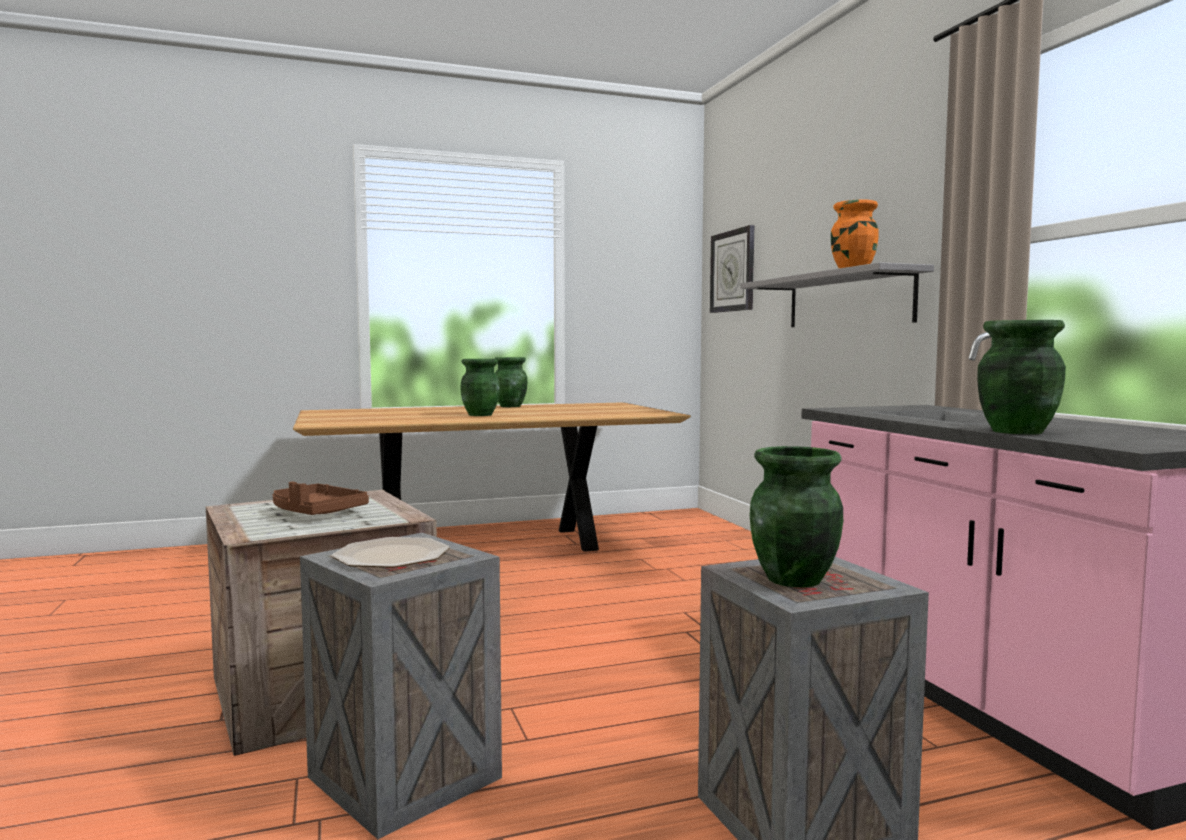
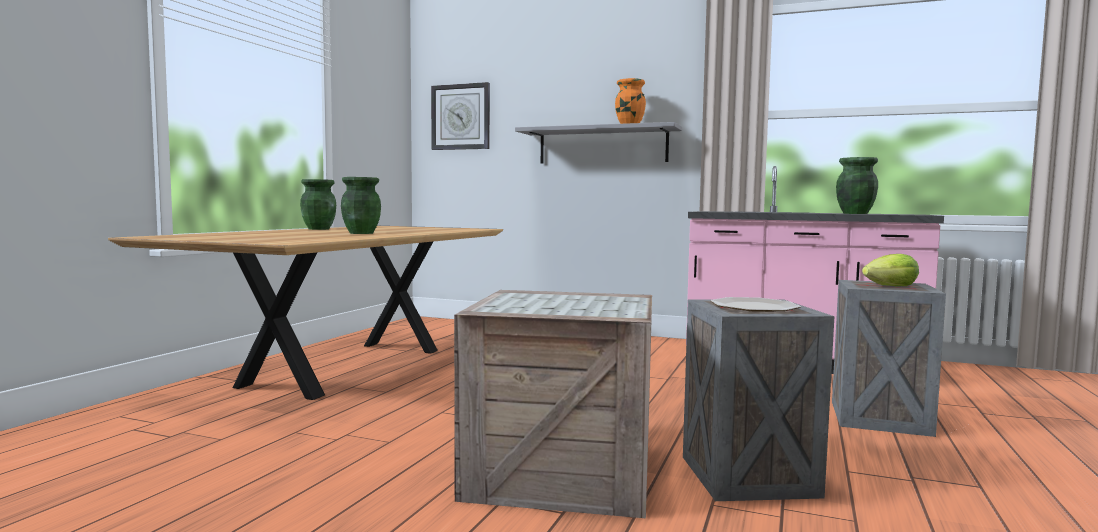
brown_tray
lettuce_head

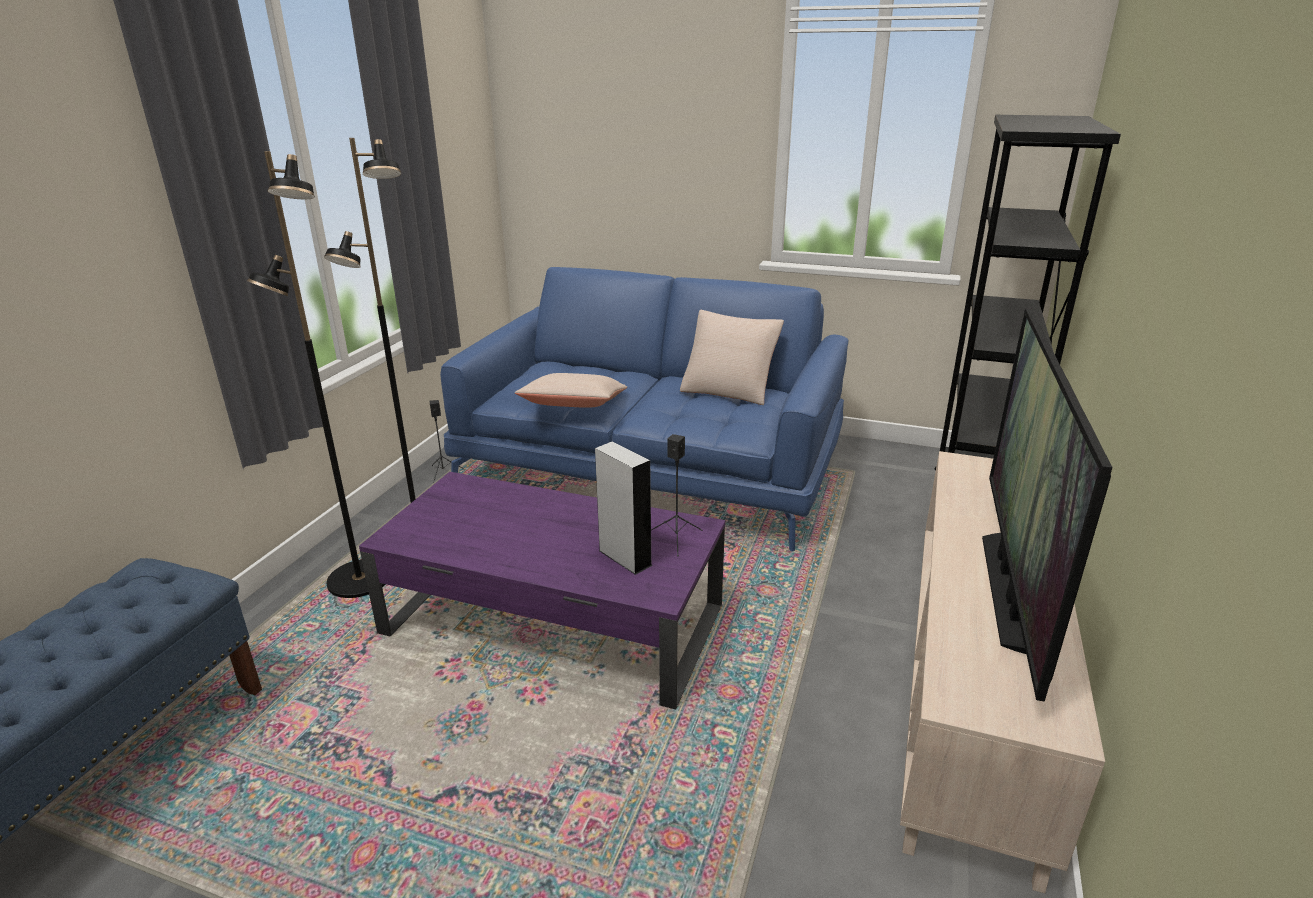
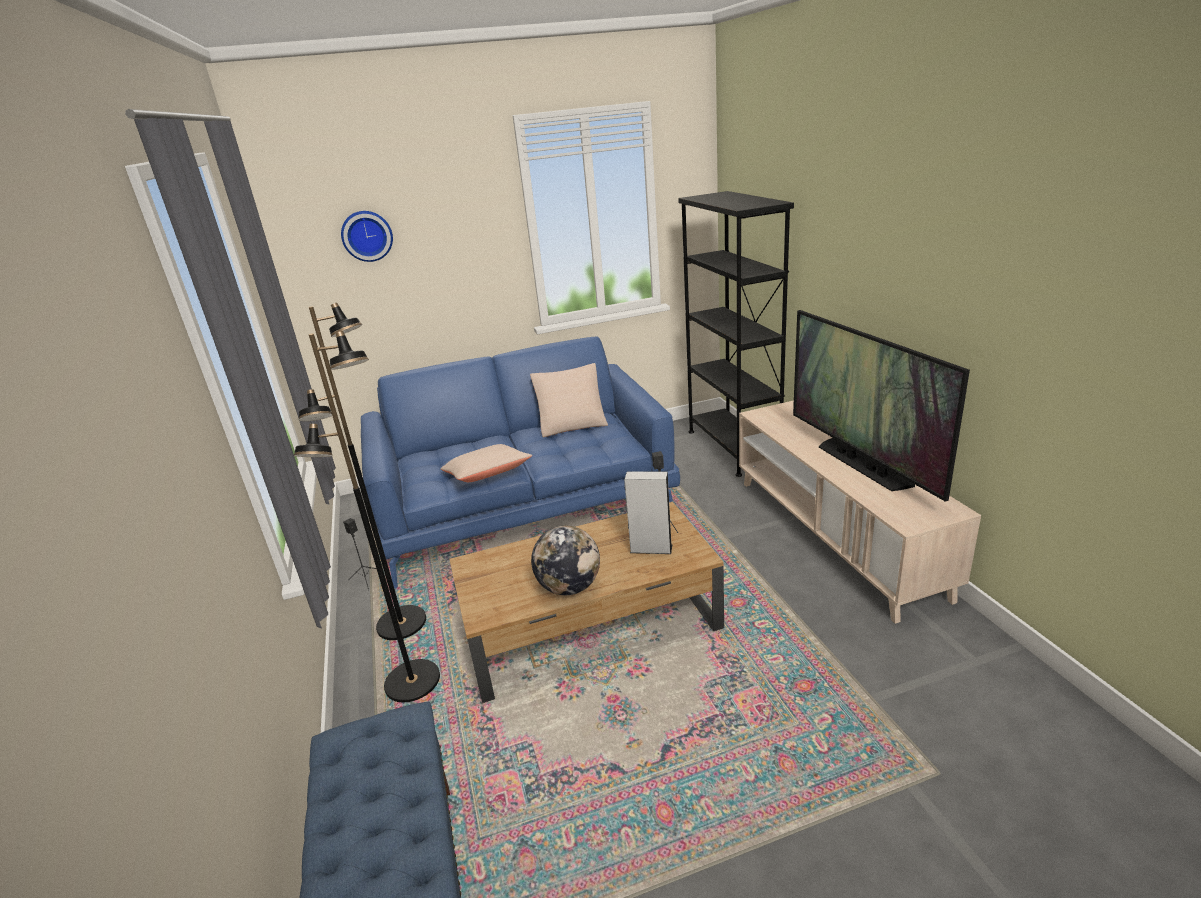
wall_clock
desk_globe
brown_lounge_table

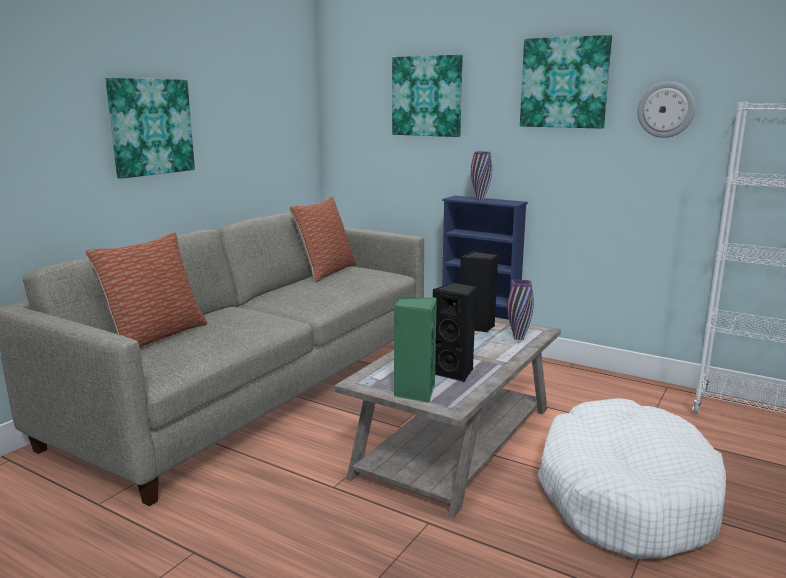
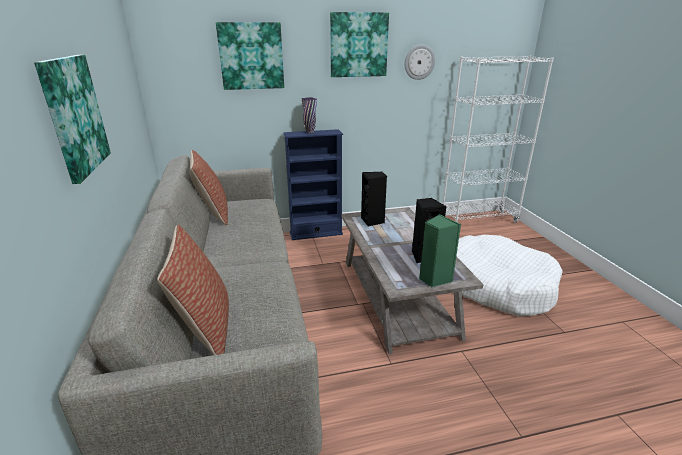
purplish_vase (2nd from left in the first image)

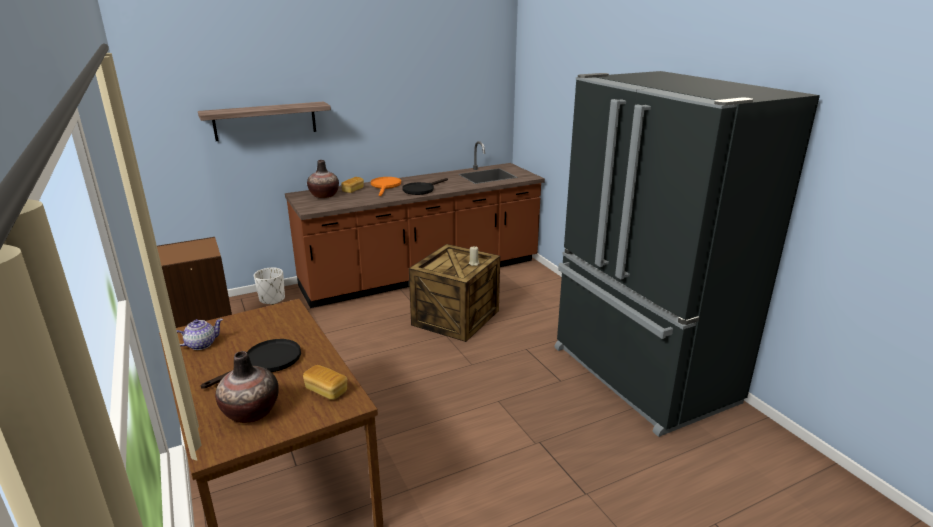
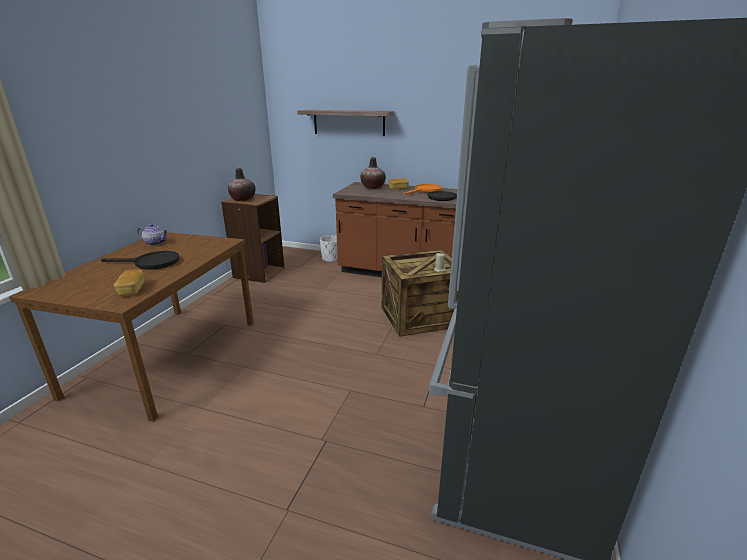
vase (1st from left)

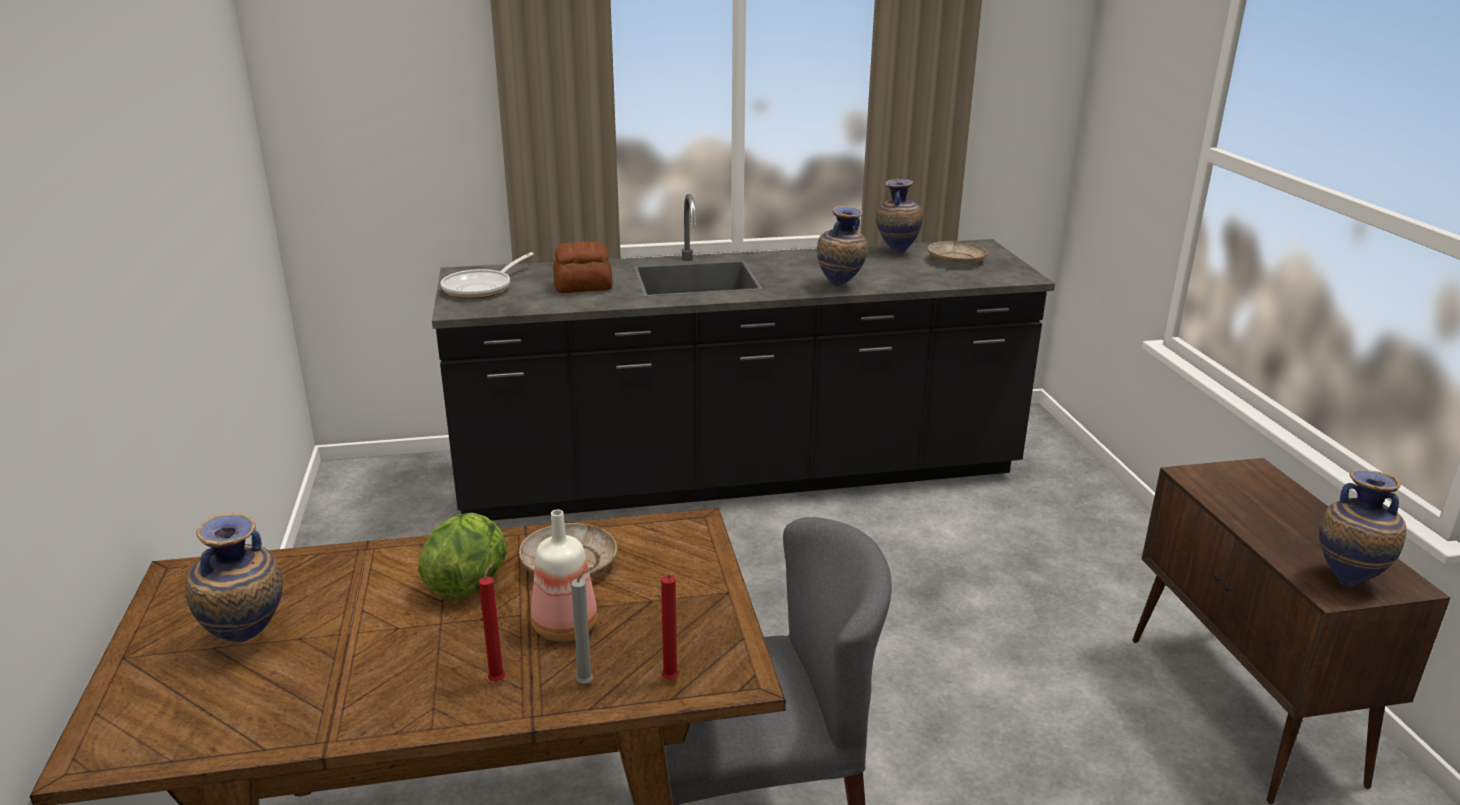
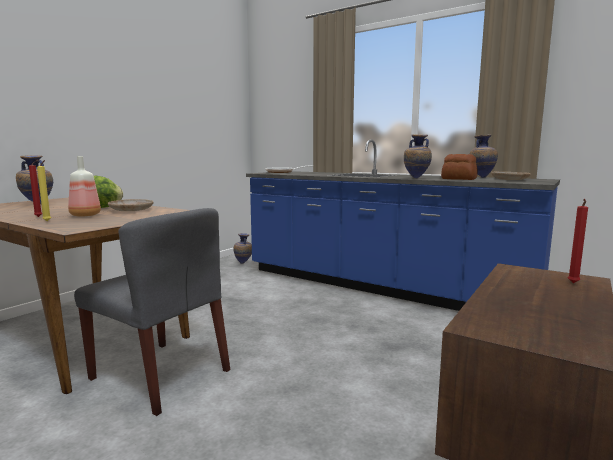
bread
red-coloured_wax_light (2nd from left)
vase (2nd from left)
bluish_kitchen_counter
yellowish_wax_light

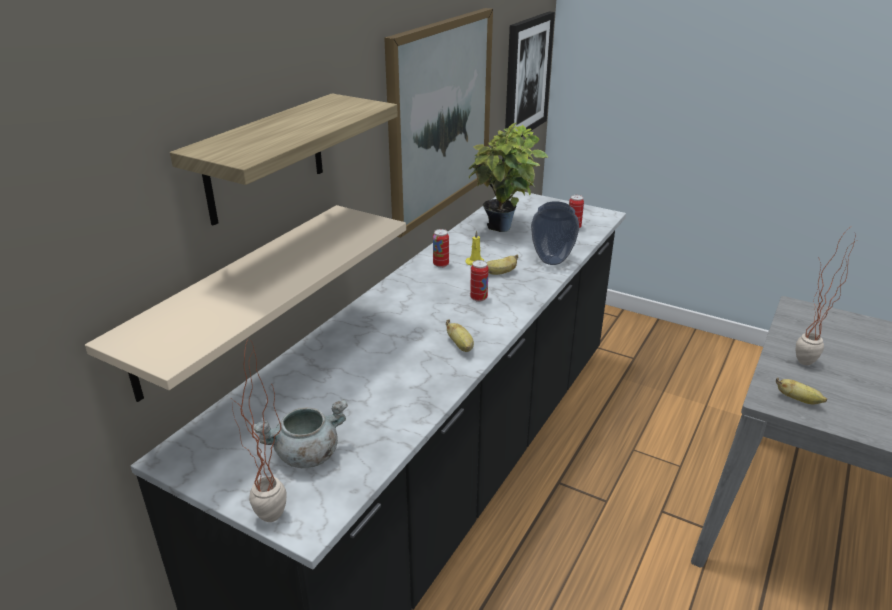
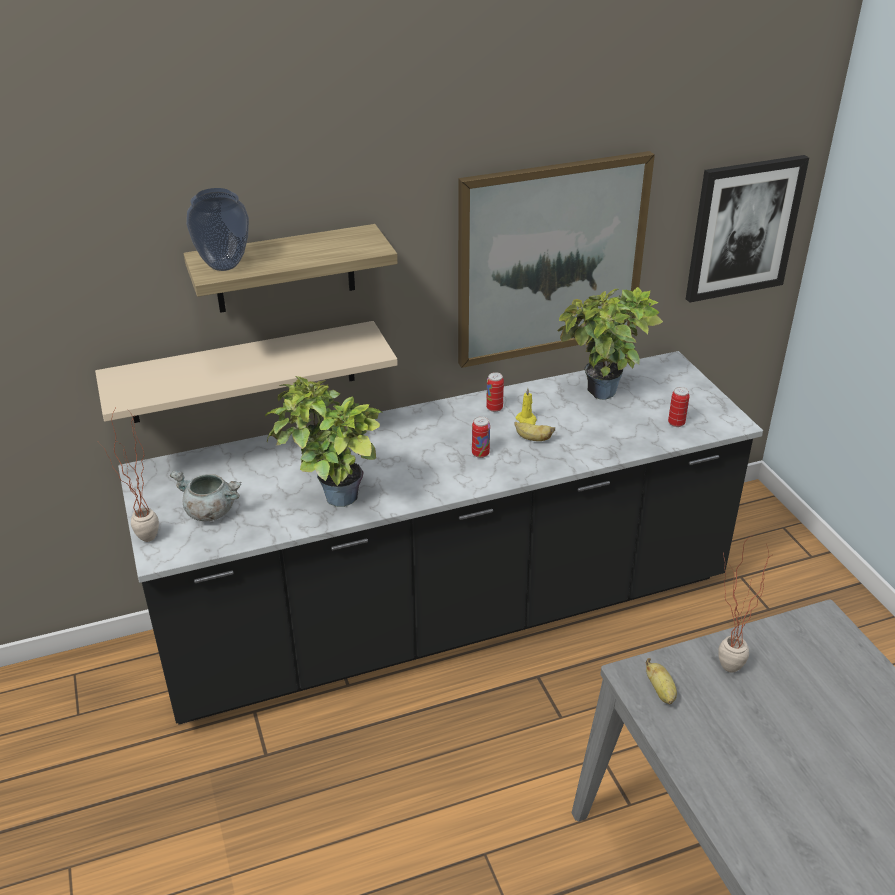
banana_fruit (1st from left in the first image)
plant_in_a_pot (2nd from left)
vase

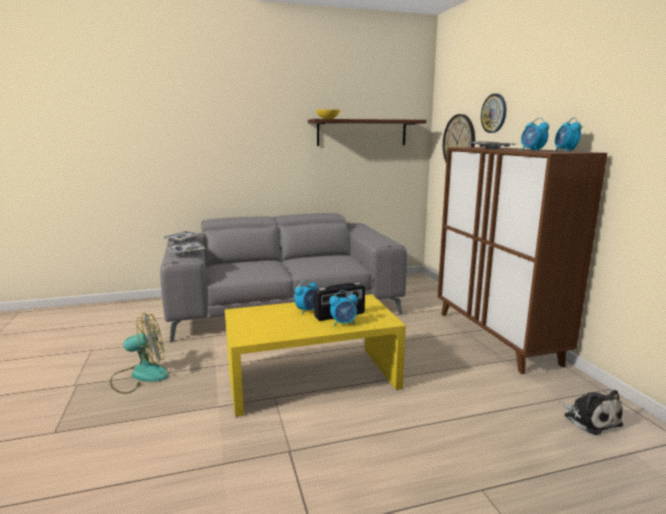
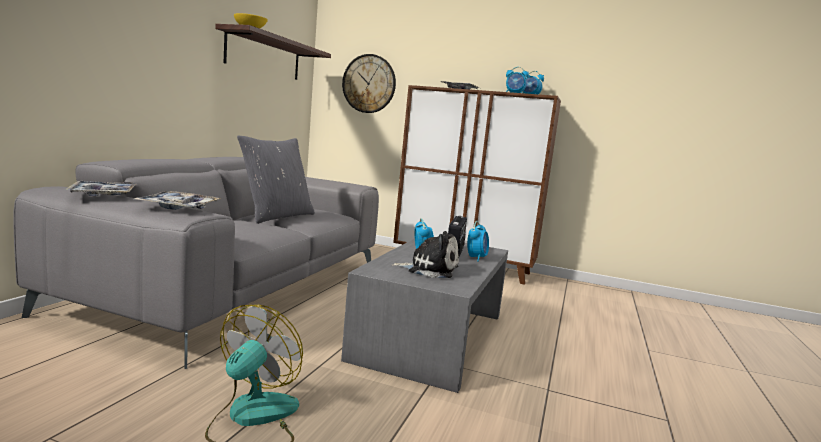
wall_clock (2nd from left in the first image)
grey_pillow
plush_toy
grey_lounge_table

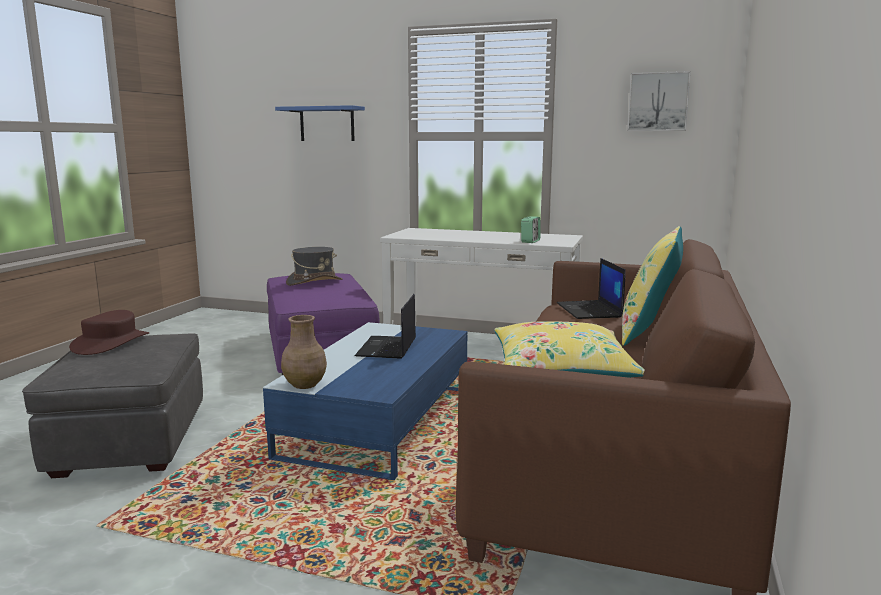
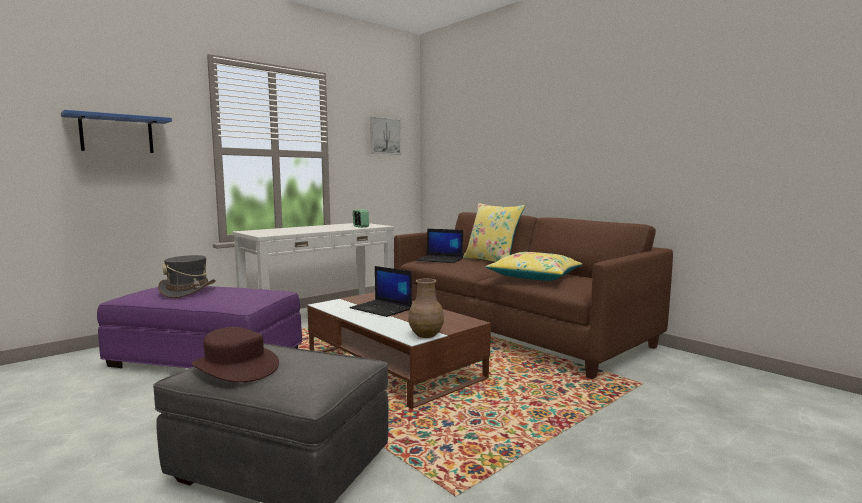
brown_lounge_table

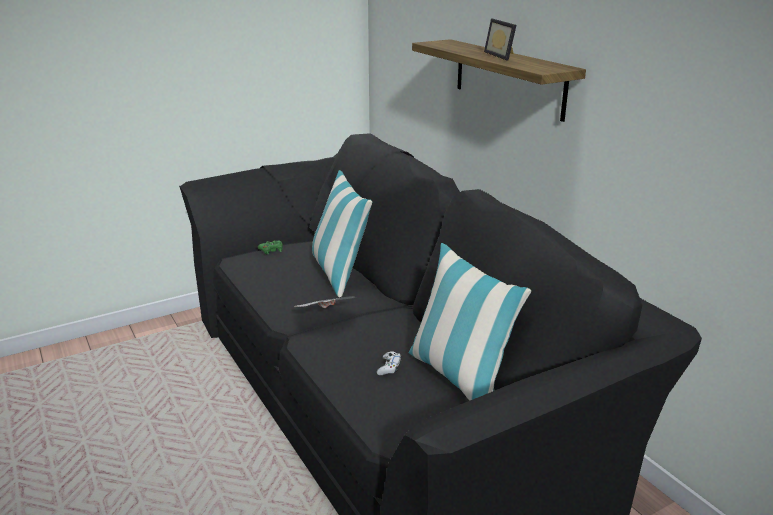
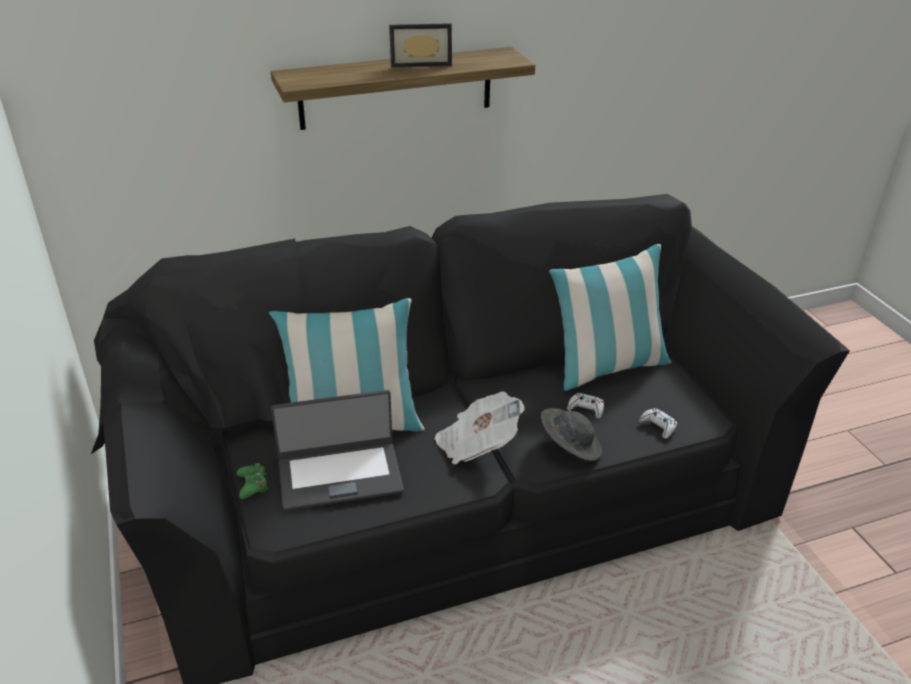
laptop
grey_wearable_hat
white_gamepad (2nd from left)

